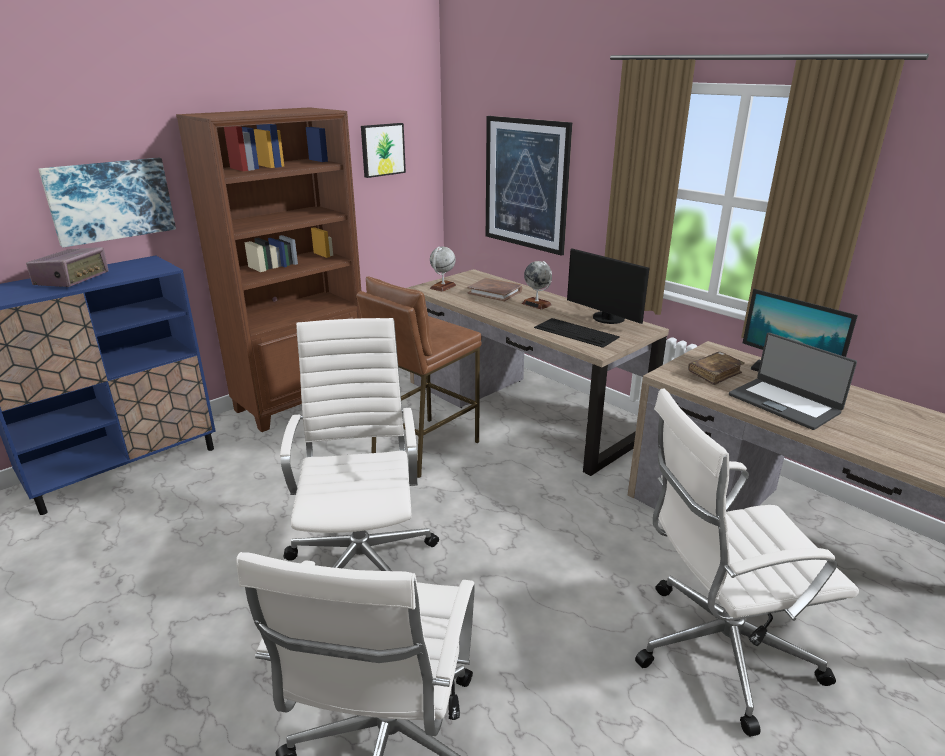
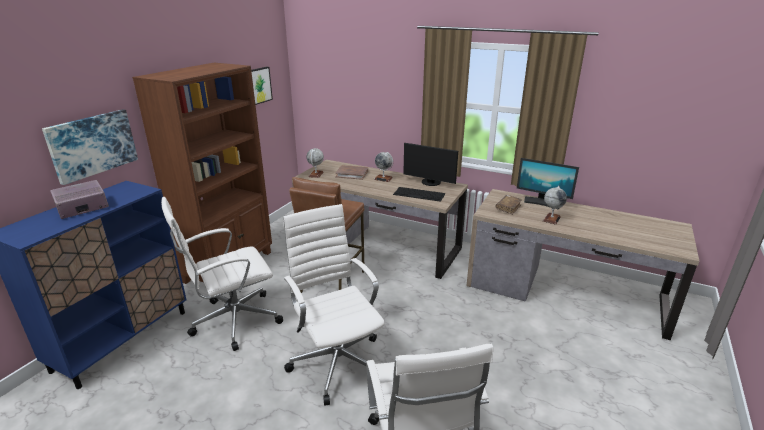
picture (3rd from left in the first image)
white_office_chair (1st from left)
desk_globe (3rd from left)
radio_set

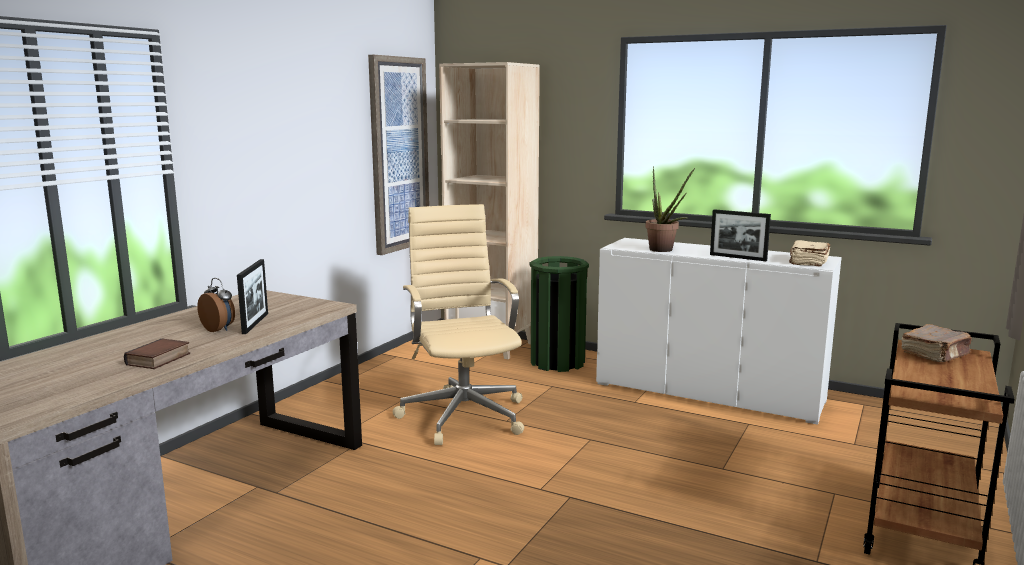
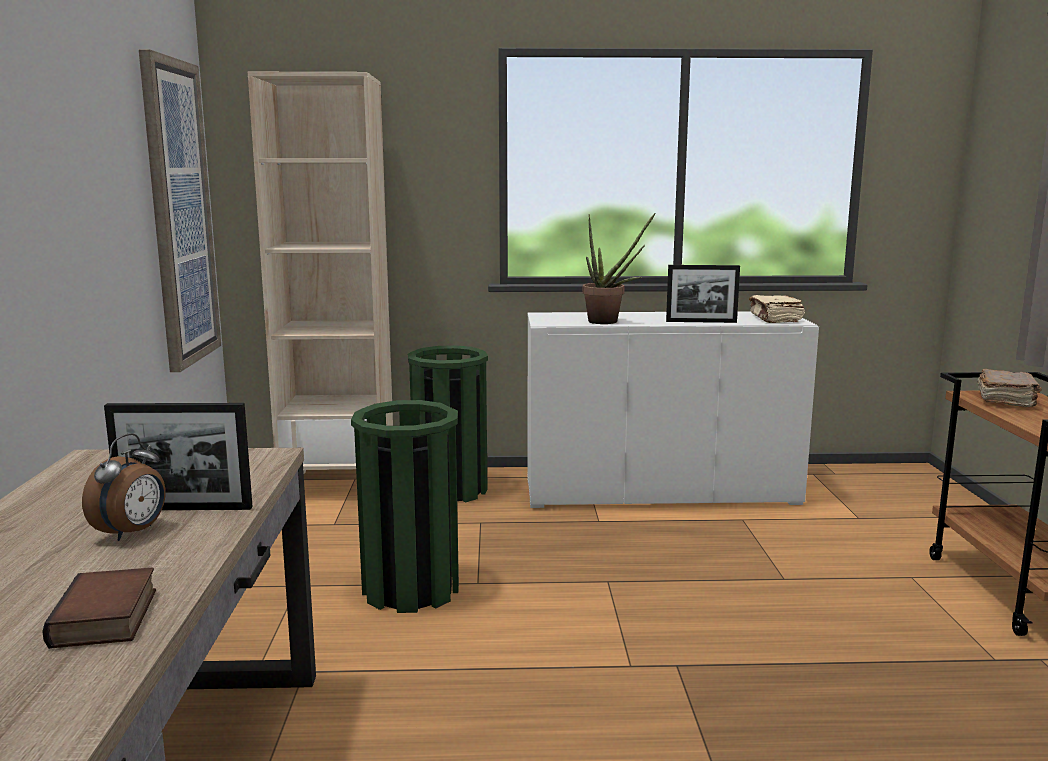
greenish_rubbish_bin (1st from left)
bedside_clock
picture_frame (1st from left)

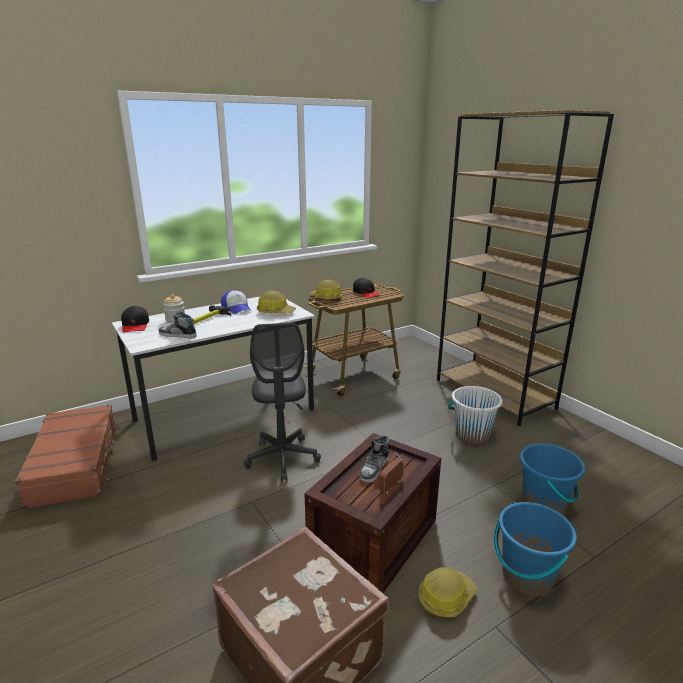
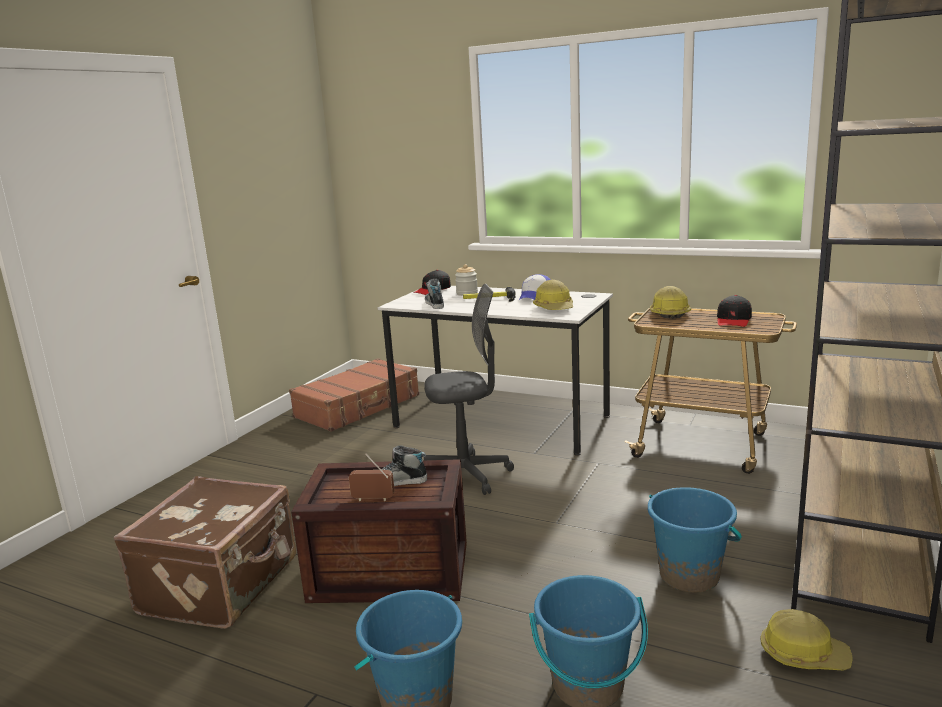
work_helmet (3rd from left)
bluish_pail (3rd from left)
grey_office_chair

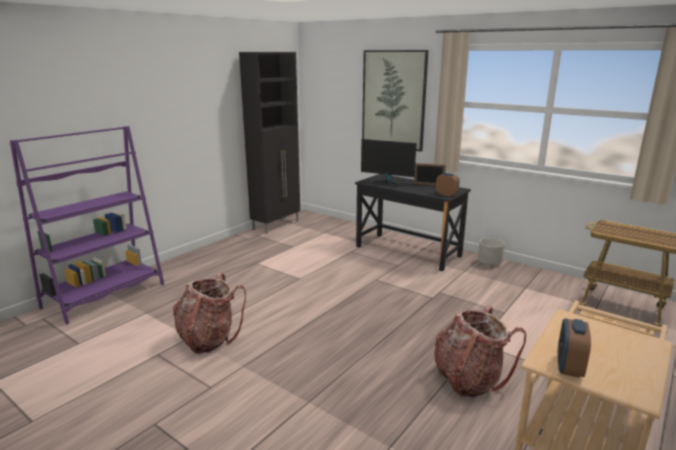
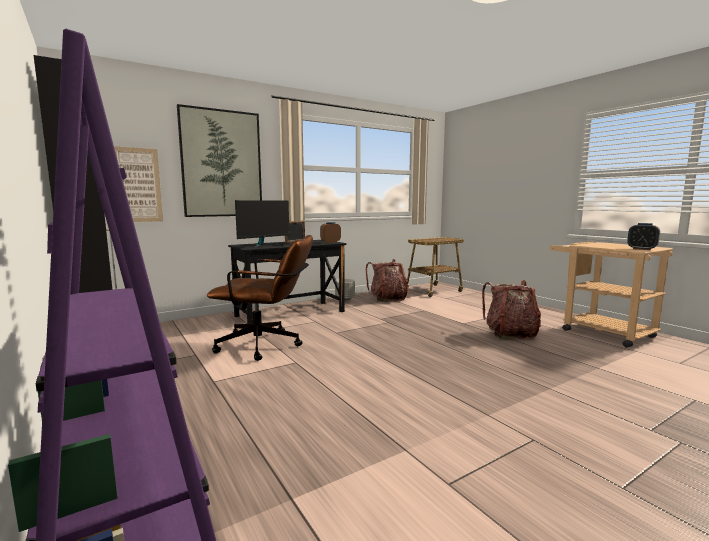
picture (1st from left)
brown_office_chair
rucksack (1st from left)

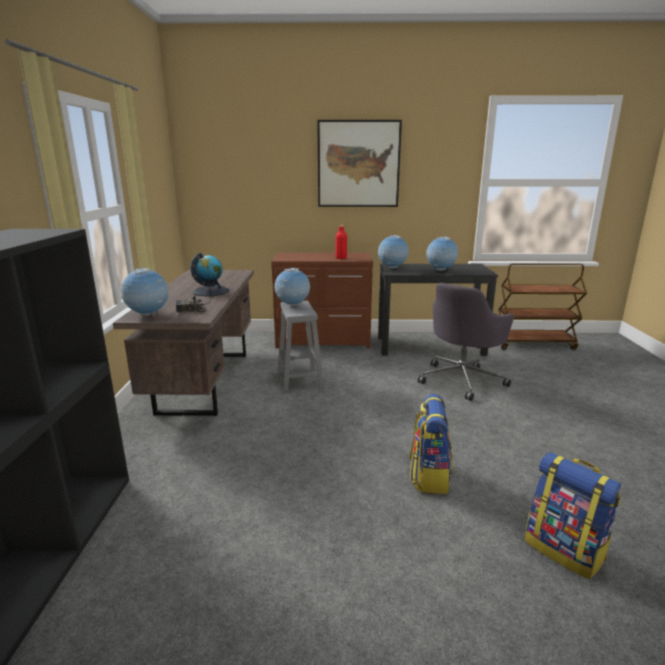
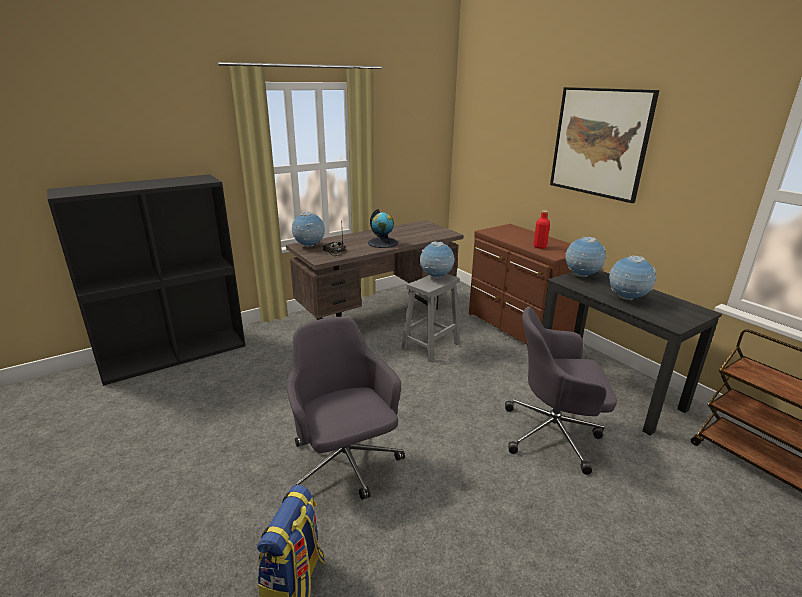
grey_office_chair (1st from left)

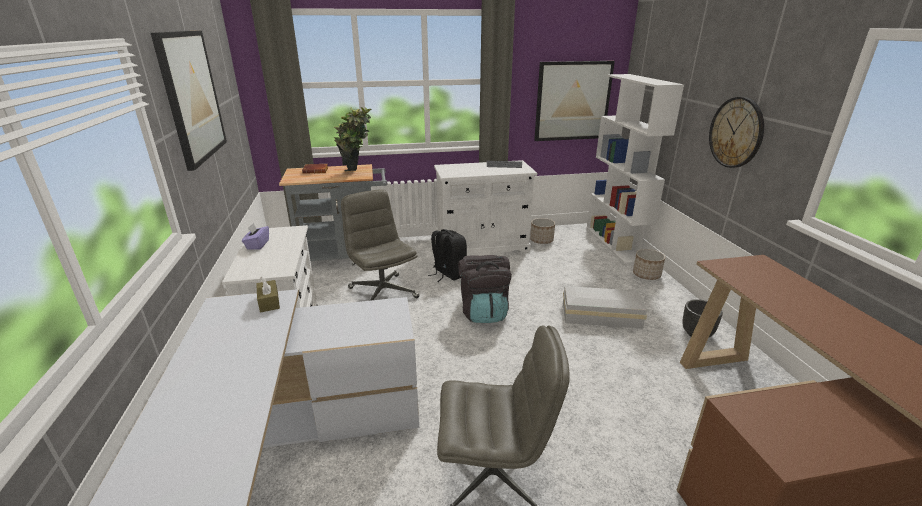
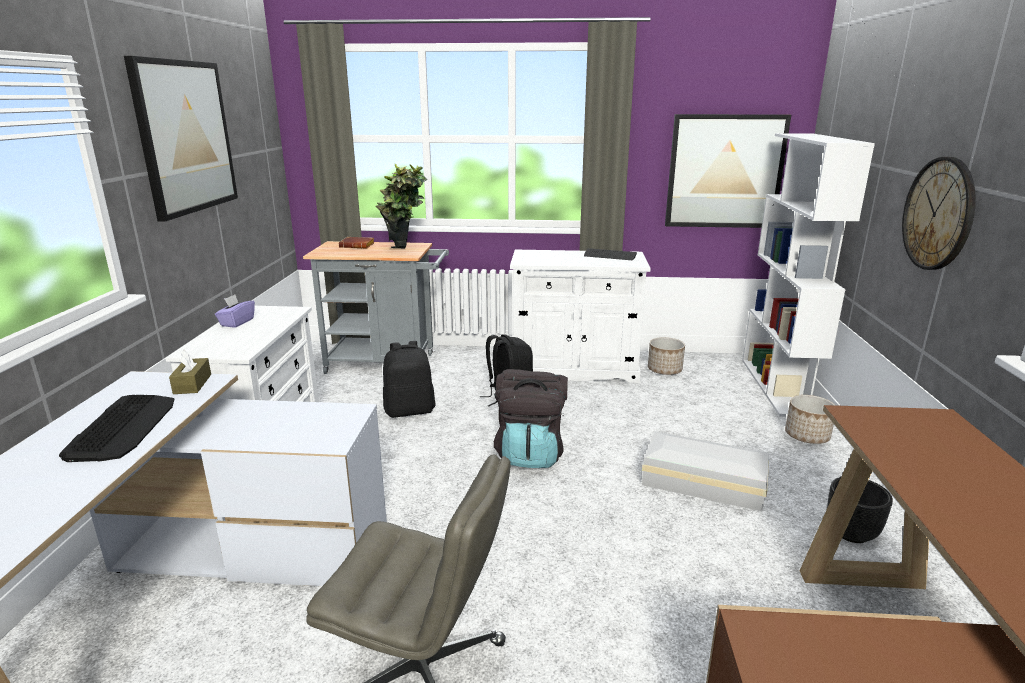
PC_keyboard (1st from left)
black-coloured_rucksack (1st from left)

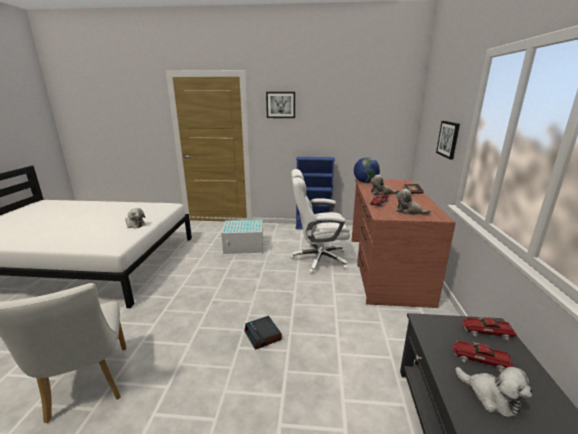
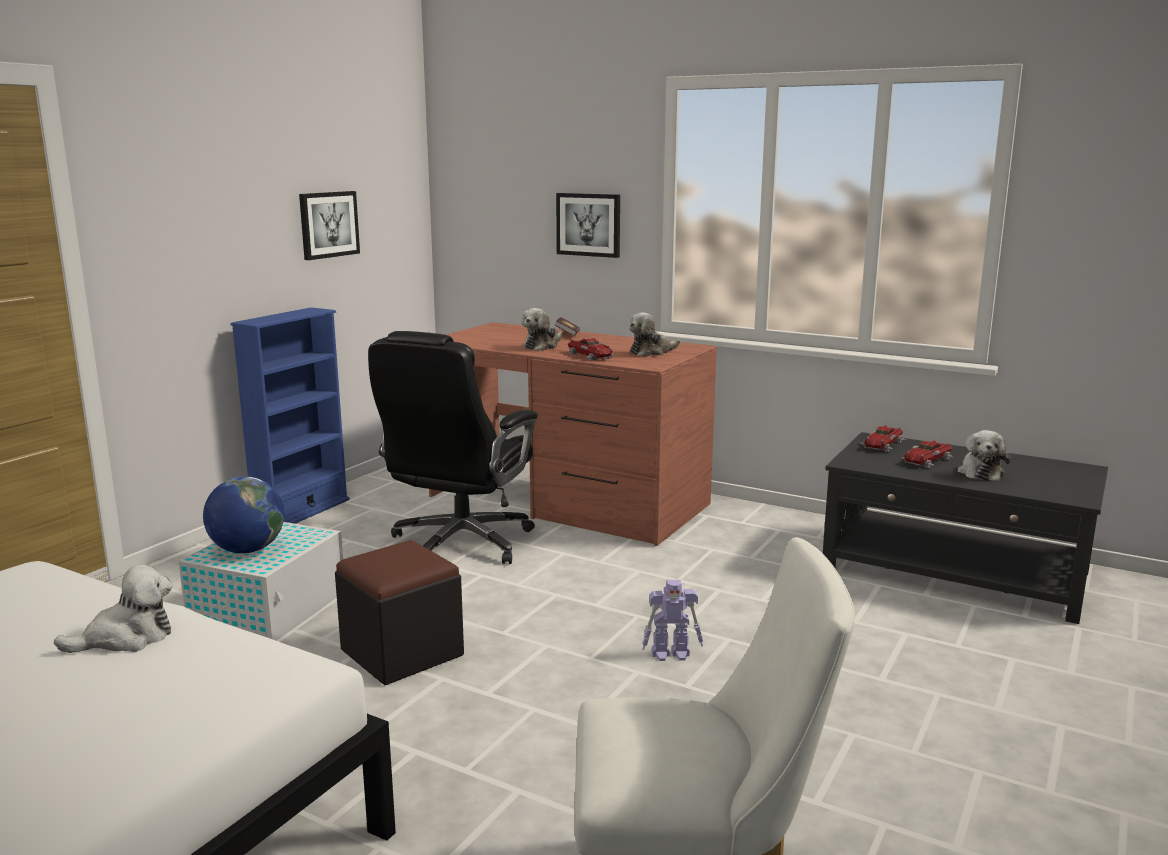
black-coloured_footrest
picture (1st from left)
desk_globe
robot_figure
black-coloured_office_chair
plush_toy (4th from left)

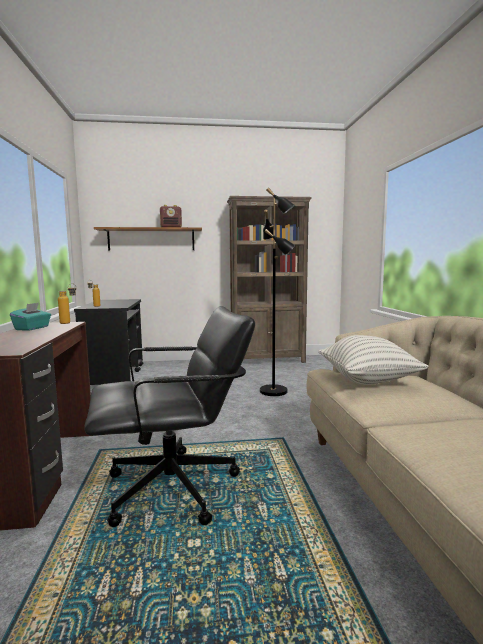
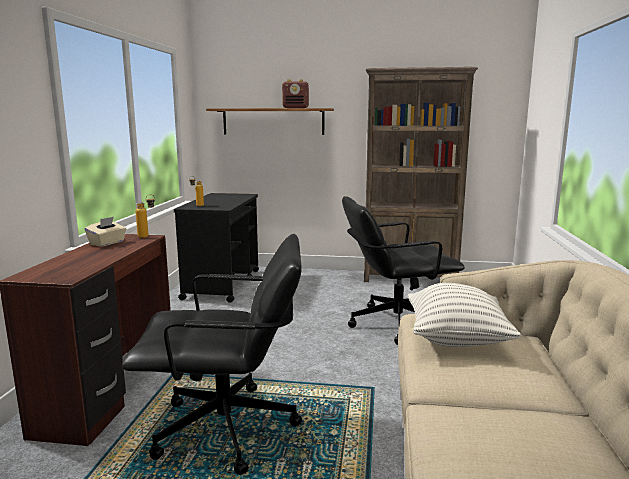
black-coloured_office_chair (2nd from left)
beige_tissue_holder

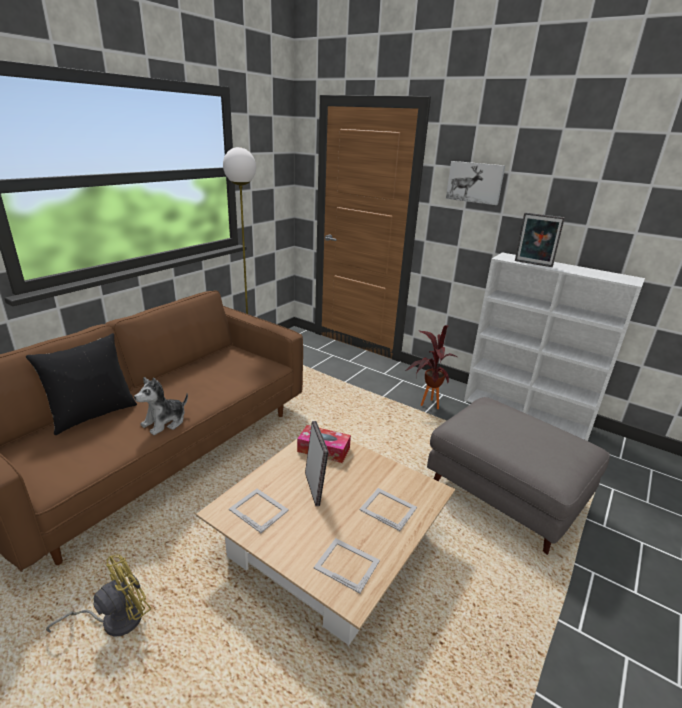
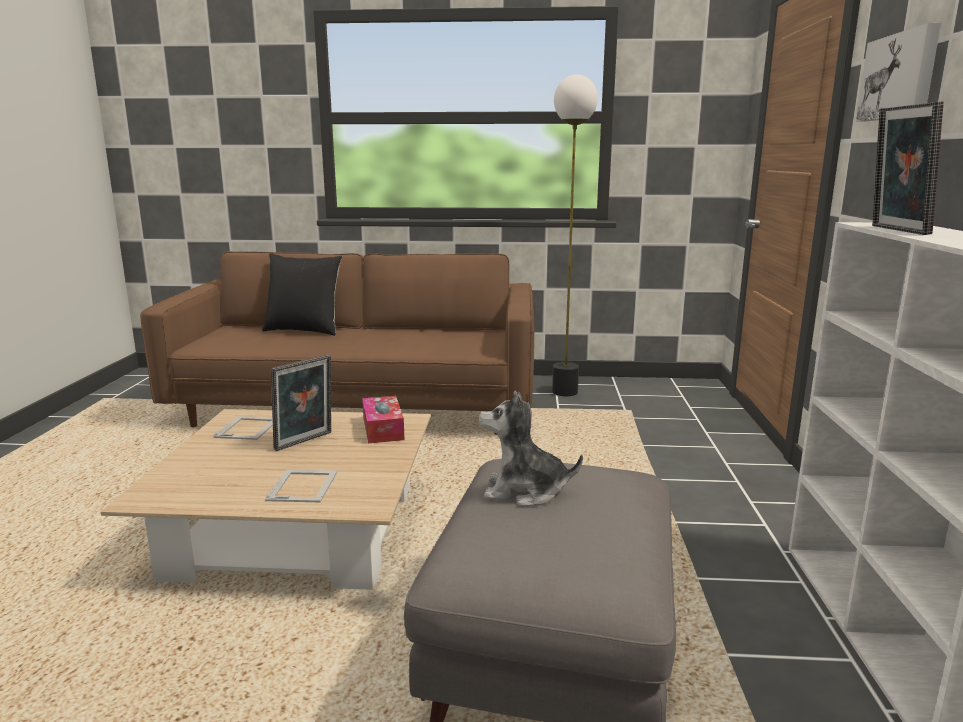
yellowish_cooling_fan
picture_frame (3rd from left in the first image)
plant_in_a_pot
plush_toy

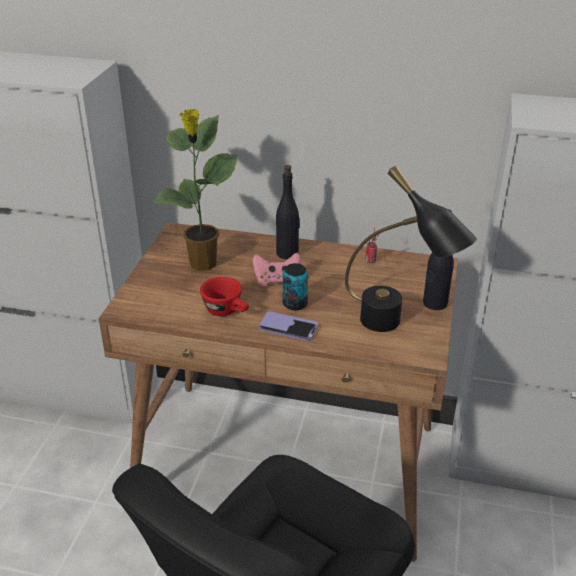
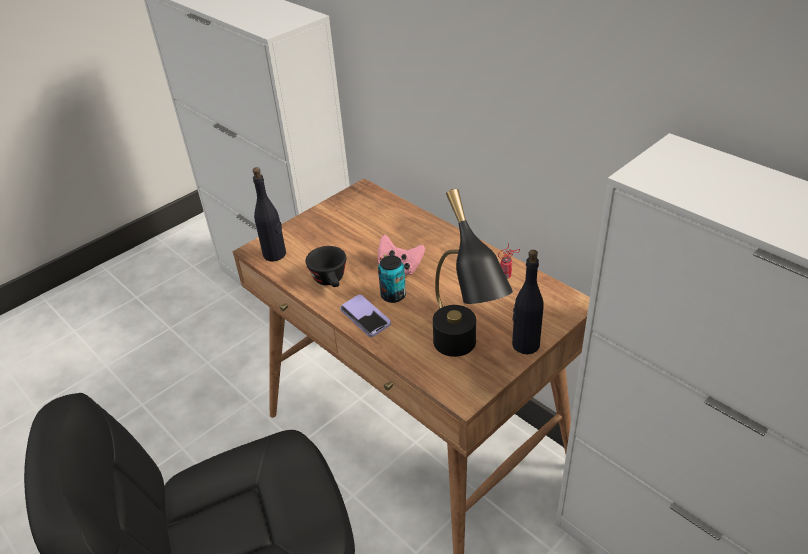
plant_in_a_pot
black-coloured_drink_bottle (1st from left)
black-coloured_small_cup

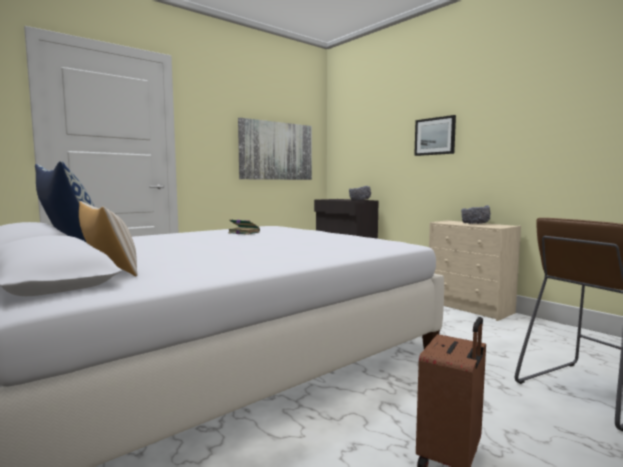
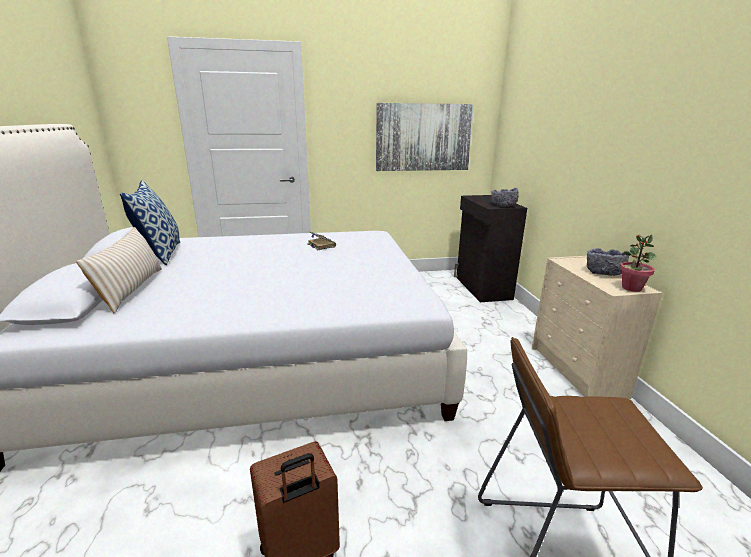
picture (2nd from left in the first image)
plant_in_a_pot

